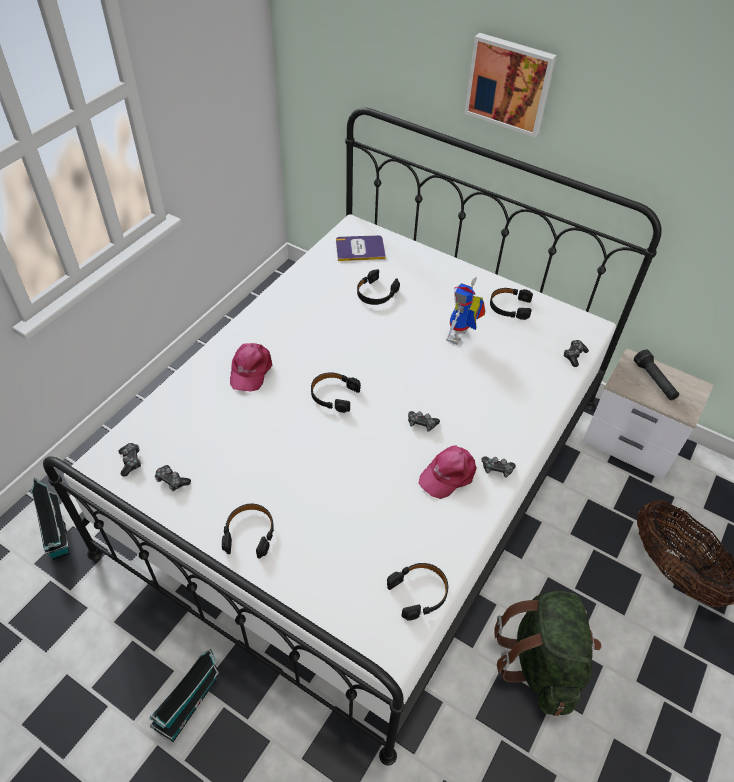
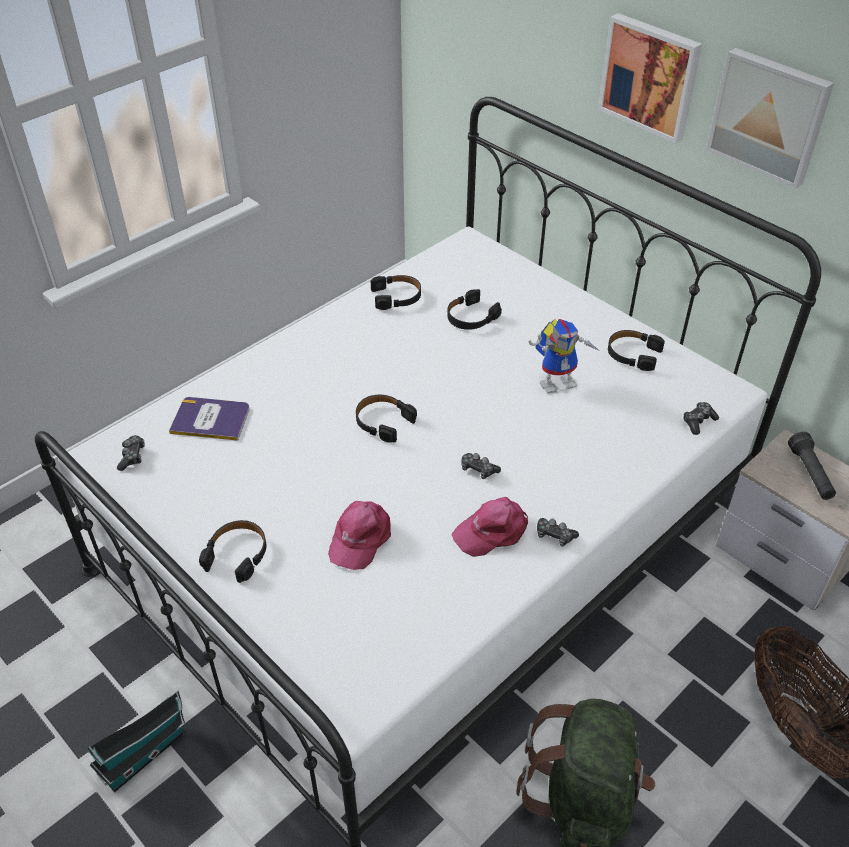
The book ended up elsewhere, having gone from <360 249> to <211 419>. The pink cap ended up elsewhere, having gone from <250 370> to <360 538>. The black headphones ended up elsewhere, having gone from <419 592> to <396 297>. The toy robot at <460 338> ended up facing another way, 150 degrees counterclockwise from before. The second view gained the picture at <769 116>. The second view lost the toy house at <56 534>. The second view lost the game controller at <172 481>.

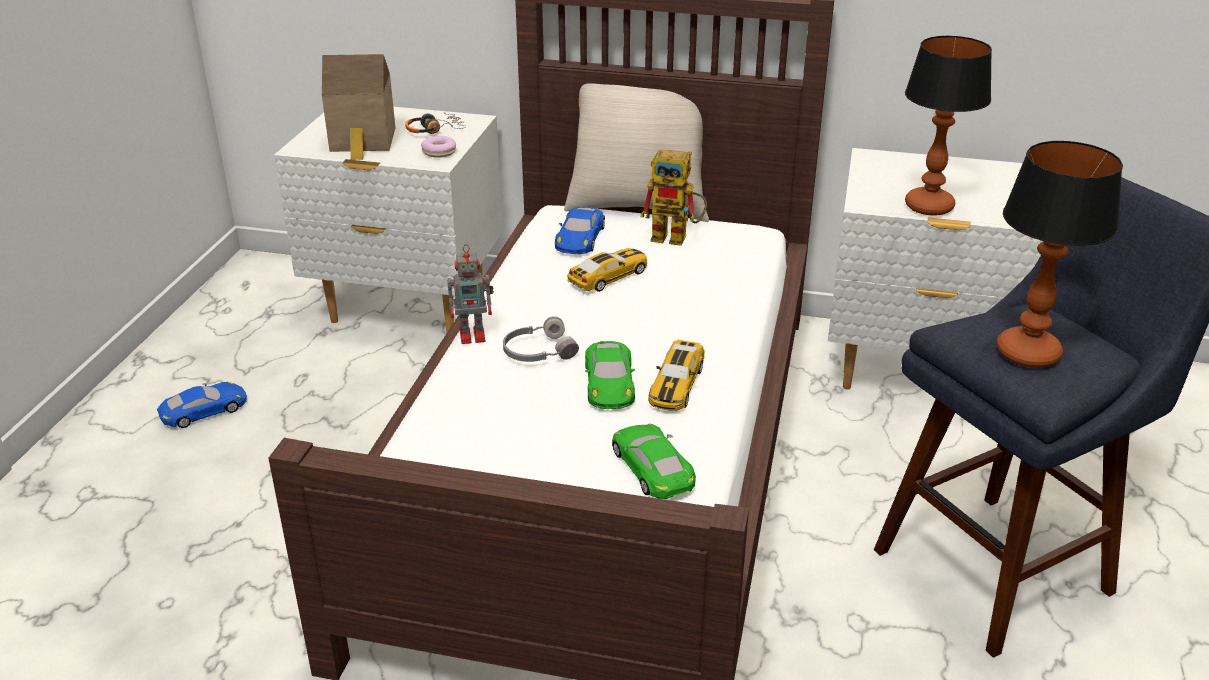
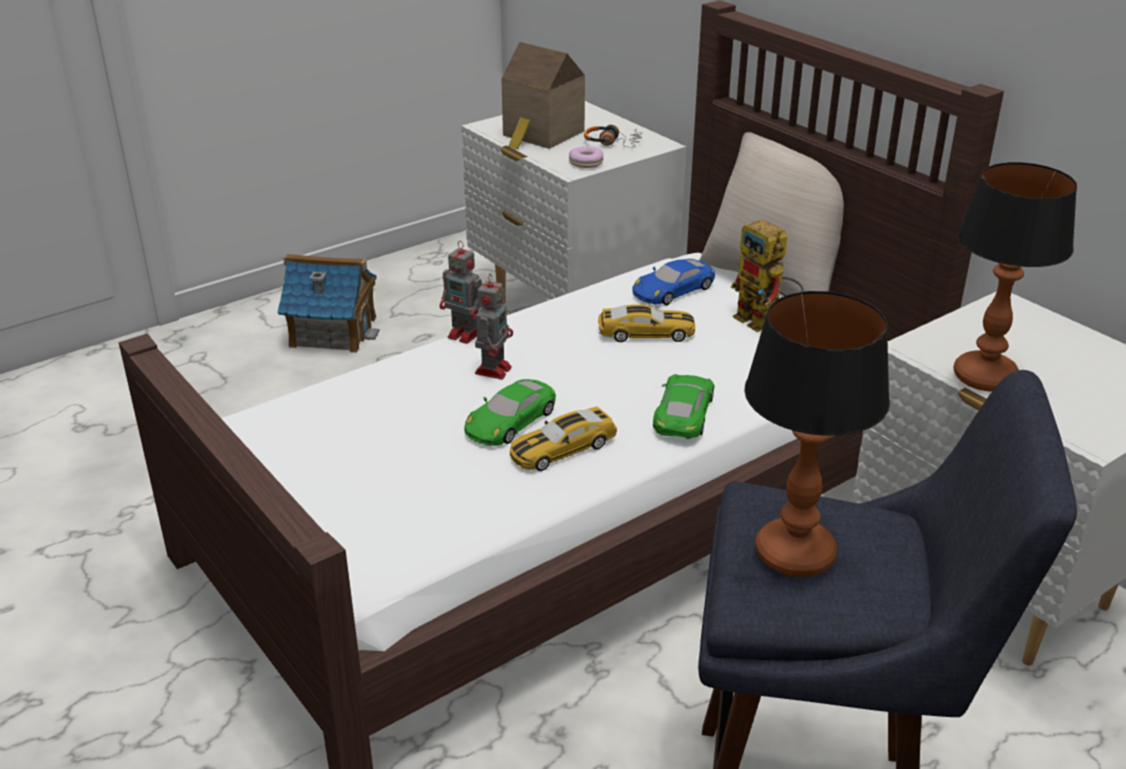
Where the blue toy car stood at <204 410>, the toy house came to stand at <332 331>. Where the grey headphones stood at <538 351>, the toy robot came to stand at <494 369>. The green toy car ended up elsewhere, having gone from <652 467> to <683 413>.

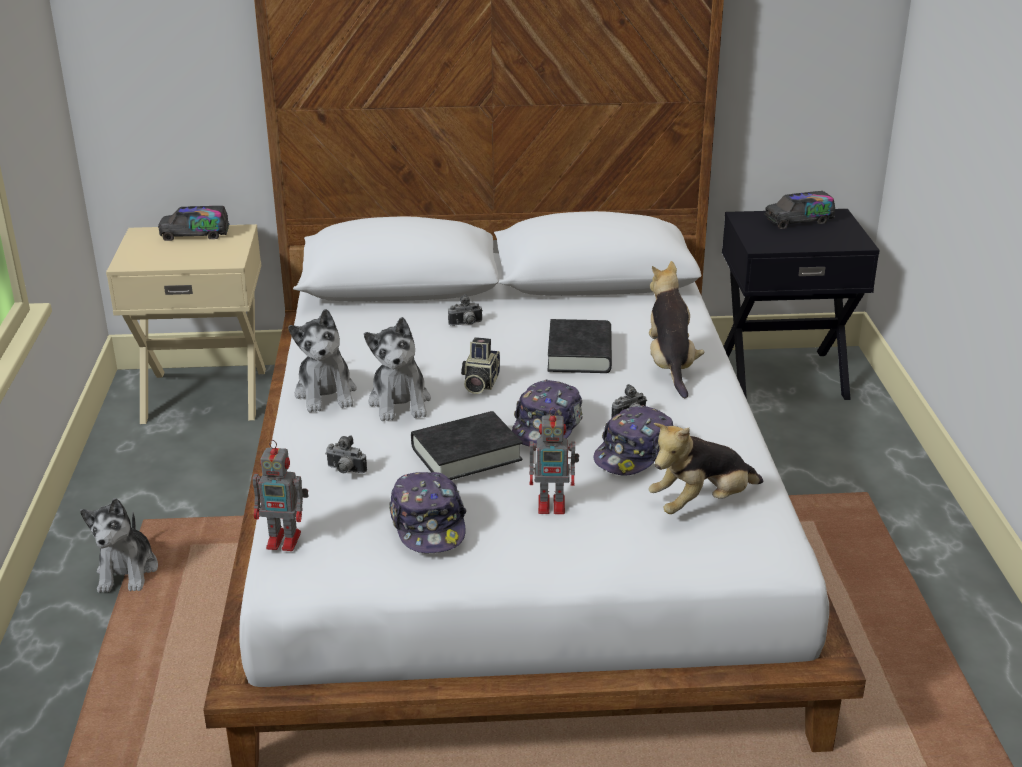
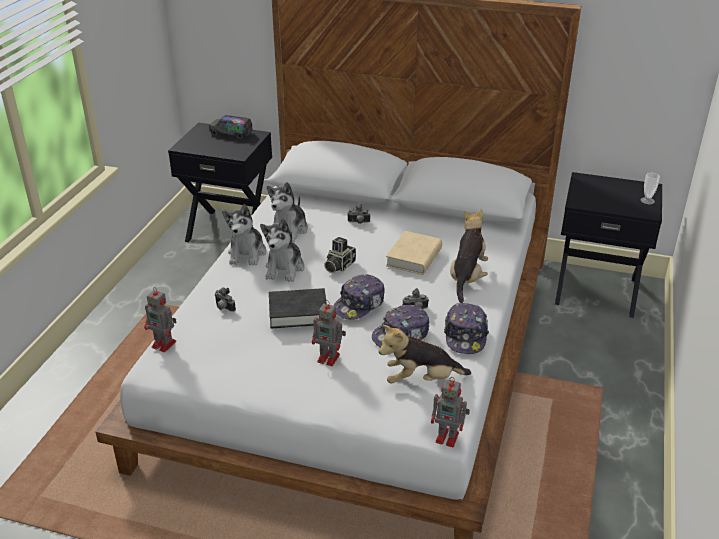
What was the beige nightstand at <205 394> turned into the black nightstand at <230 230>. The plush toy ended up elsewhere, having gone from <127 572> to <289 230>. What was the black book at <579 354> turned into the beige book at <414 257>. The second view gained the toy robot at <448 437>. The cap ended up elsewhere, having gone from <428 524> to <465 335>. The second view gained the cup at <647 201>. The second view lost the toy truck at <798 221>.

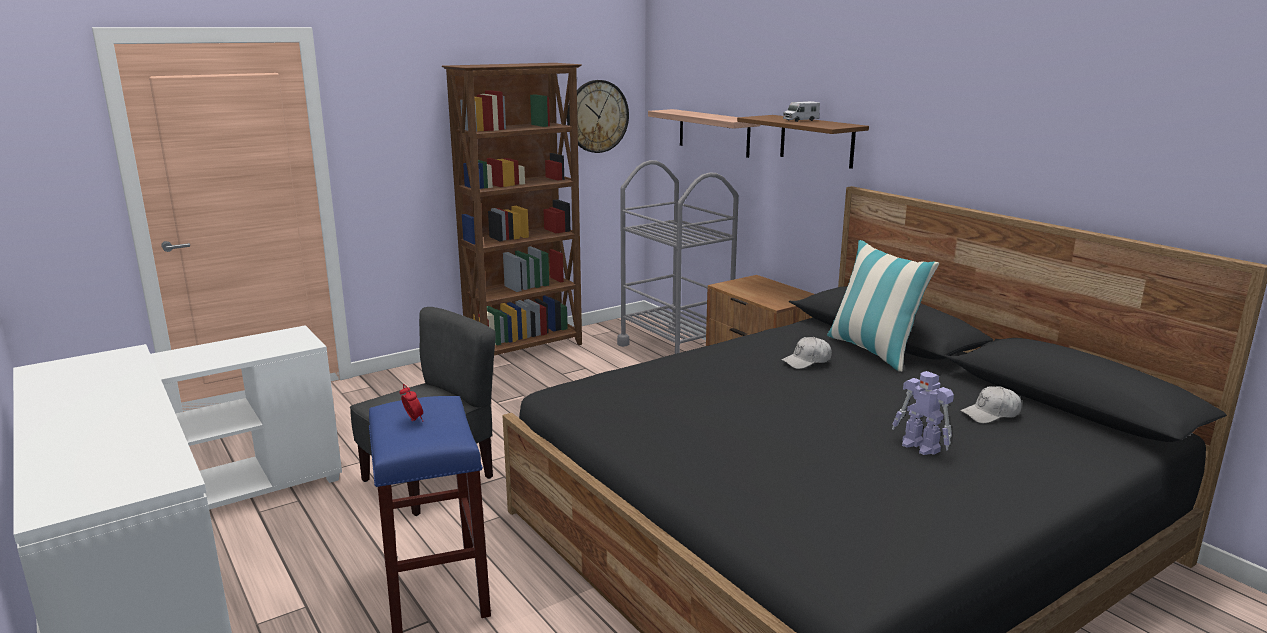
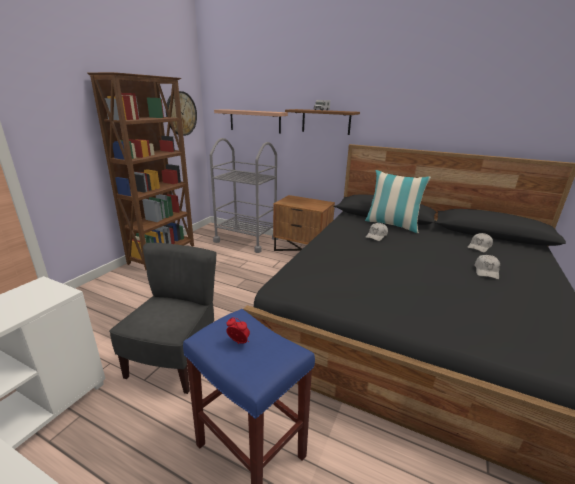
Where the toy robot stood at <921 447>, the white cap came to stand at <486 271>.

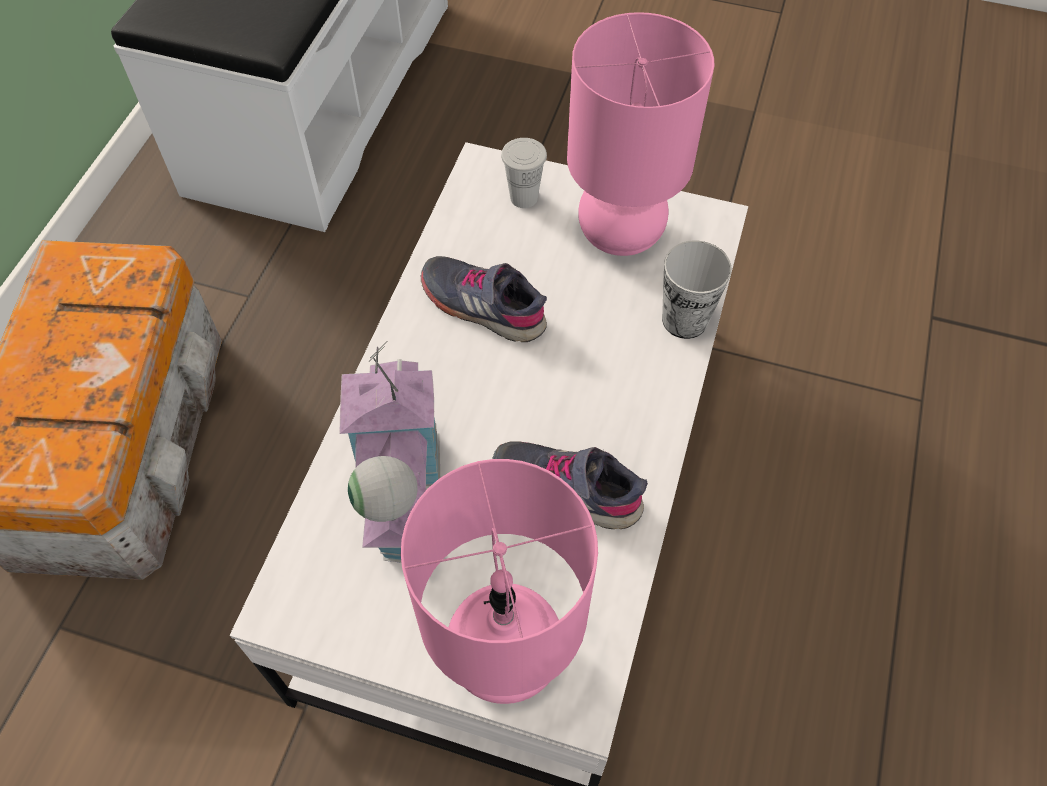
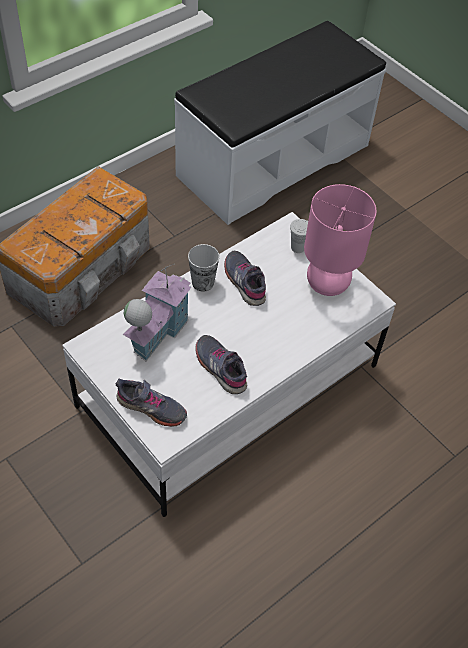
Where the pink table lamp stood at <503 654>, the grey shoe came to stand at <151 408>. The cup ended up elsewhere, having gone from <684 320> to <203 282>.

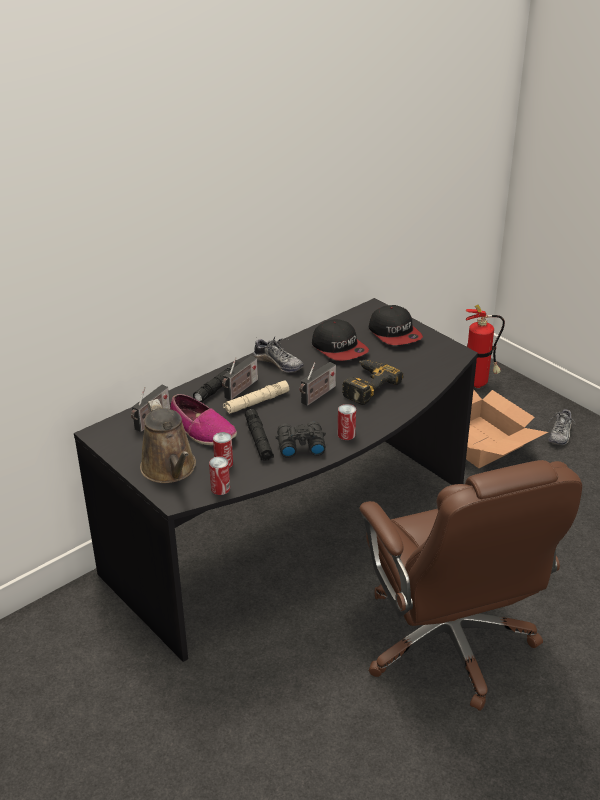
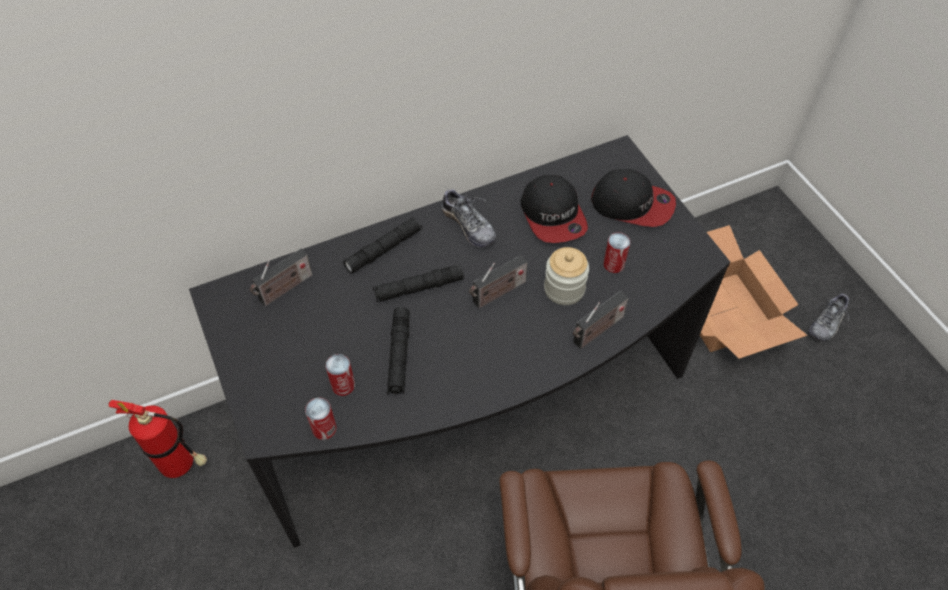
The fire extinguisher ended up elsewhere, having gone from <478 383> to <182 465>. What was the beige flashlight at <256 402> turned into the black flashlight at <419 288>. Where the power drill stood at <365 385>, the jar came to stand at <564 289>. The radio ended up elsewhere, having gone from <240 390> to <596 332>. The cap at <395 333> ended up facing another way, 60 degrees counterclockwise from before. The can ended up elsewhere, having gone from <346 434> to <613 264>. The second view lost the brown watering can at <170 469>. The second view lost the shoe at <202 430>. The second view lost the black binoculars at <299 445>.

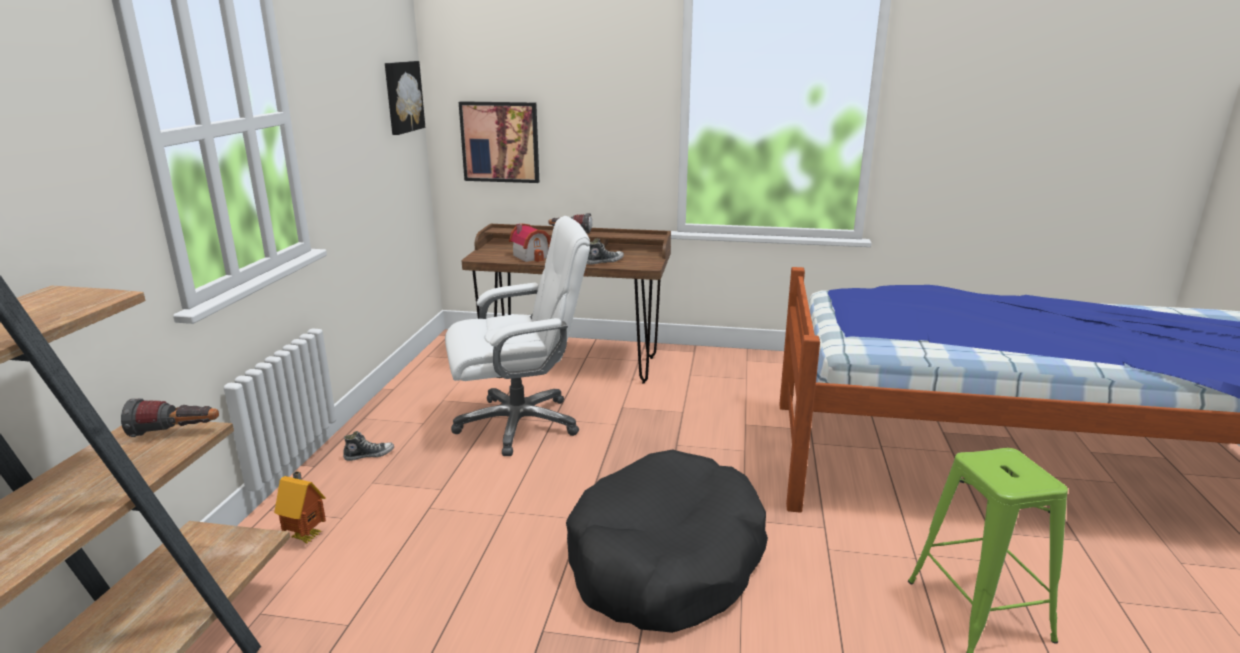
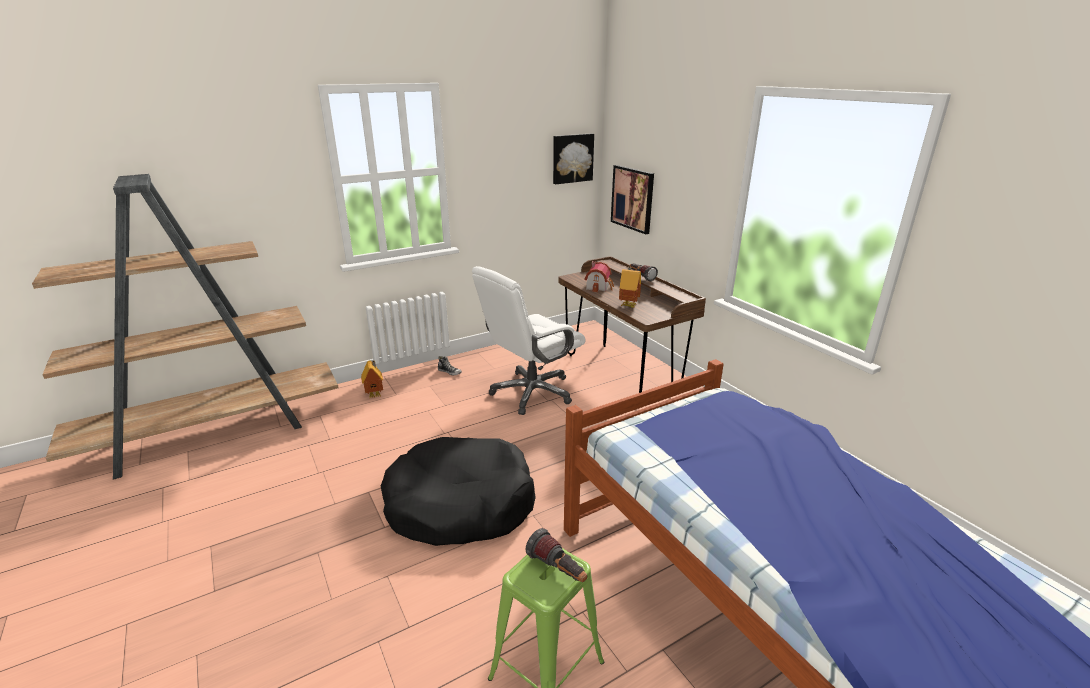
The white office chair at <519 423> ended up facing another way, 105 degrees clockwise from before. The flashlight ended up elsewhere, having gone from <177 433> to <558 570>. Where the shoe stood at <604 261>, the toy house came to stand at <628 305>.

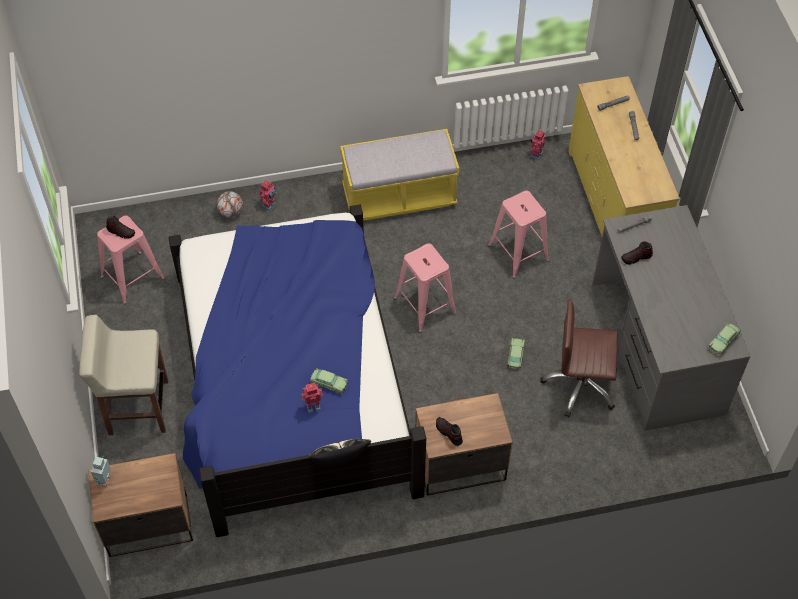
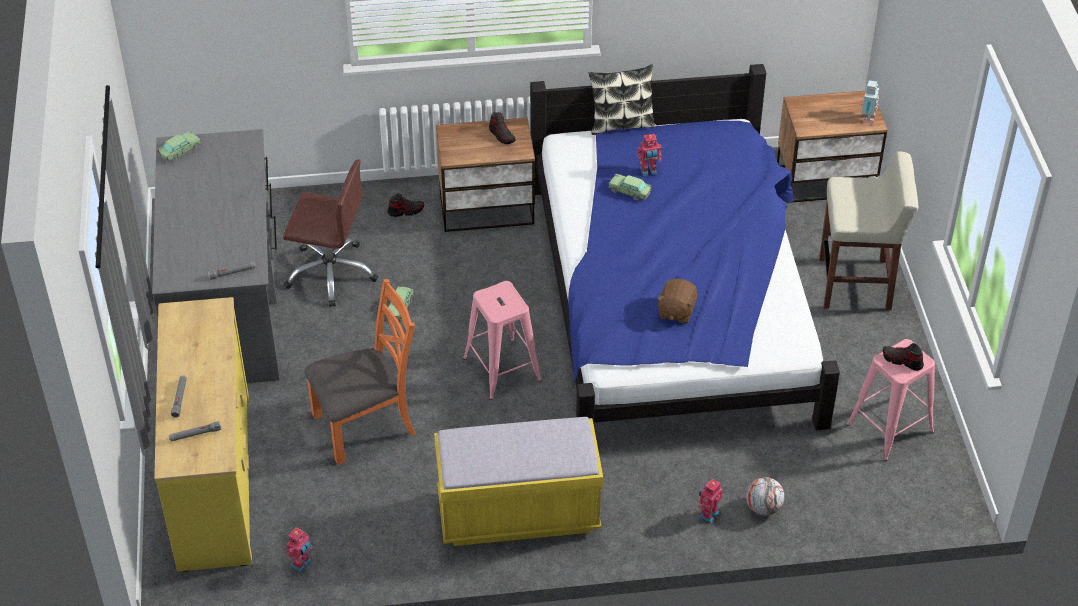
Where the pink stool stood at <518 253>, the orange chair came to stand at <365 424>. The shoe ended up elsewhere, having gone from <636 257> to <405 211>. The second view gained the brown plush toy at <676 311>.

